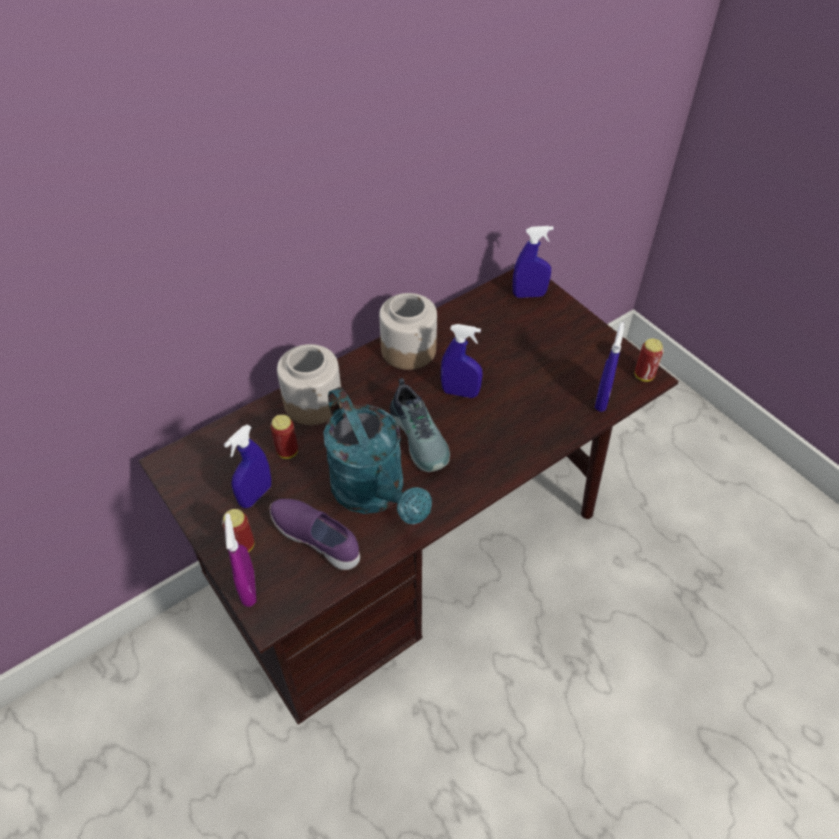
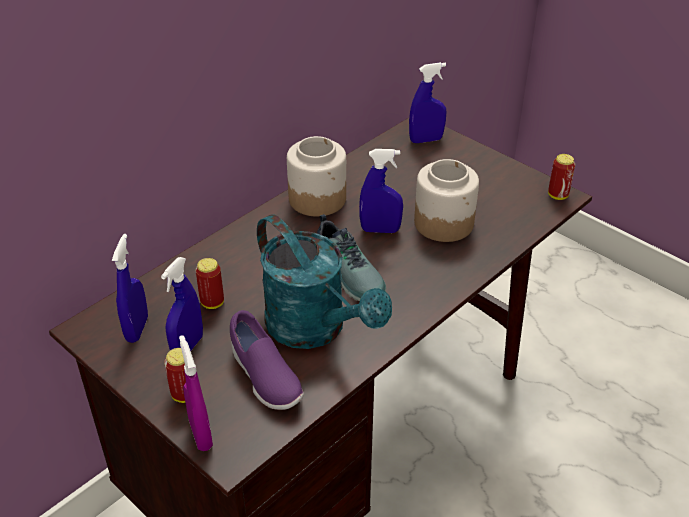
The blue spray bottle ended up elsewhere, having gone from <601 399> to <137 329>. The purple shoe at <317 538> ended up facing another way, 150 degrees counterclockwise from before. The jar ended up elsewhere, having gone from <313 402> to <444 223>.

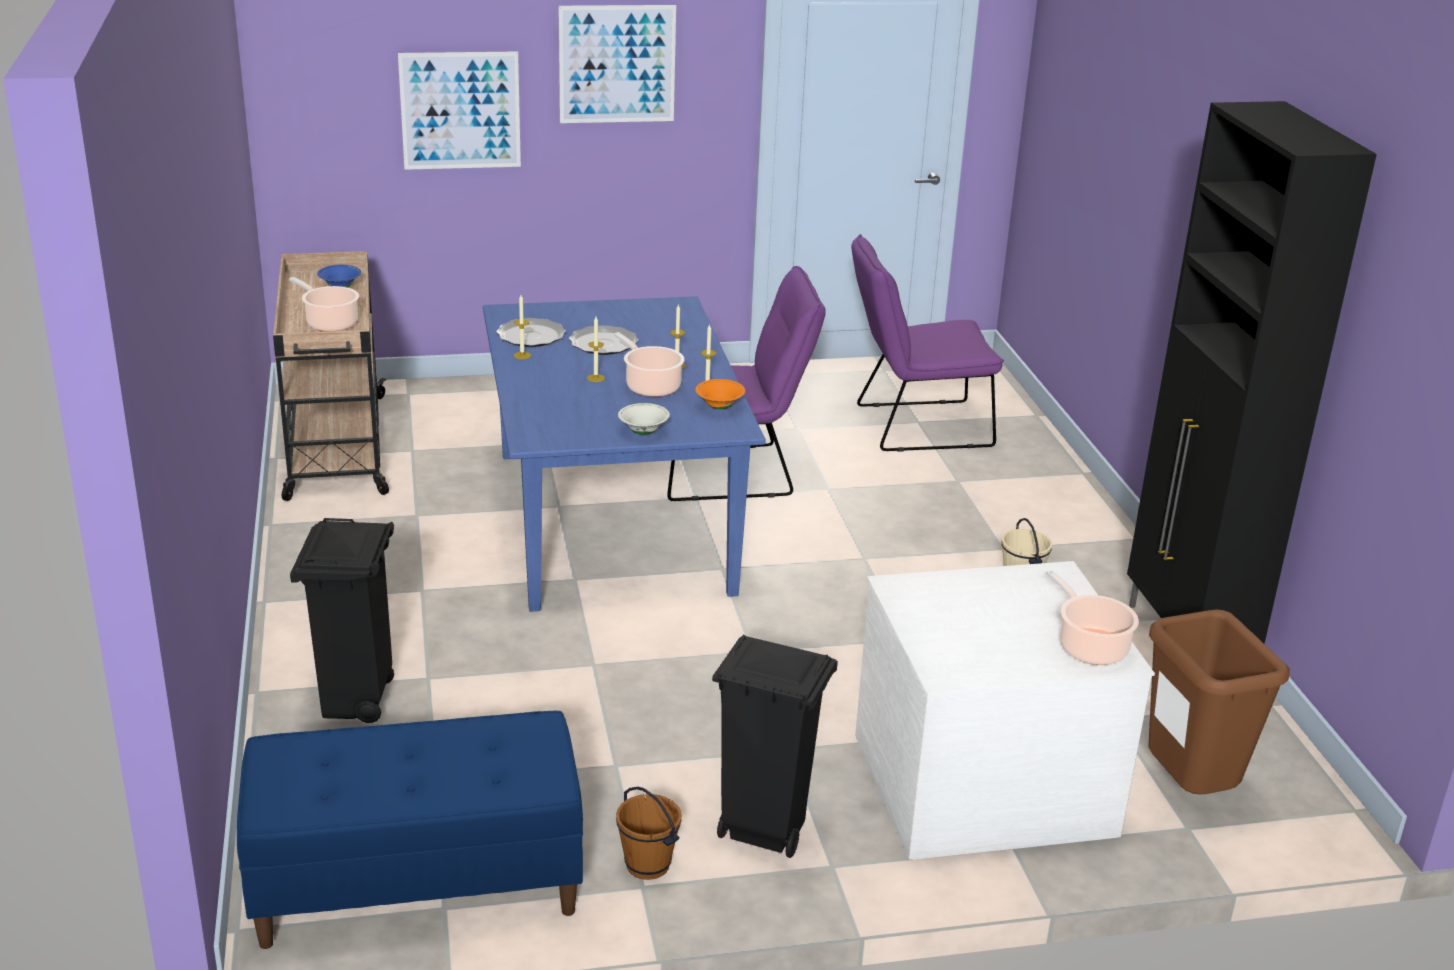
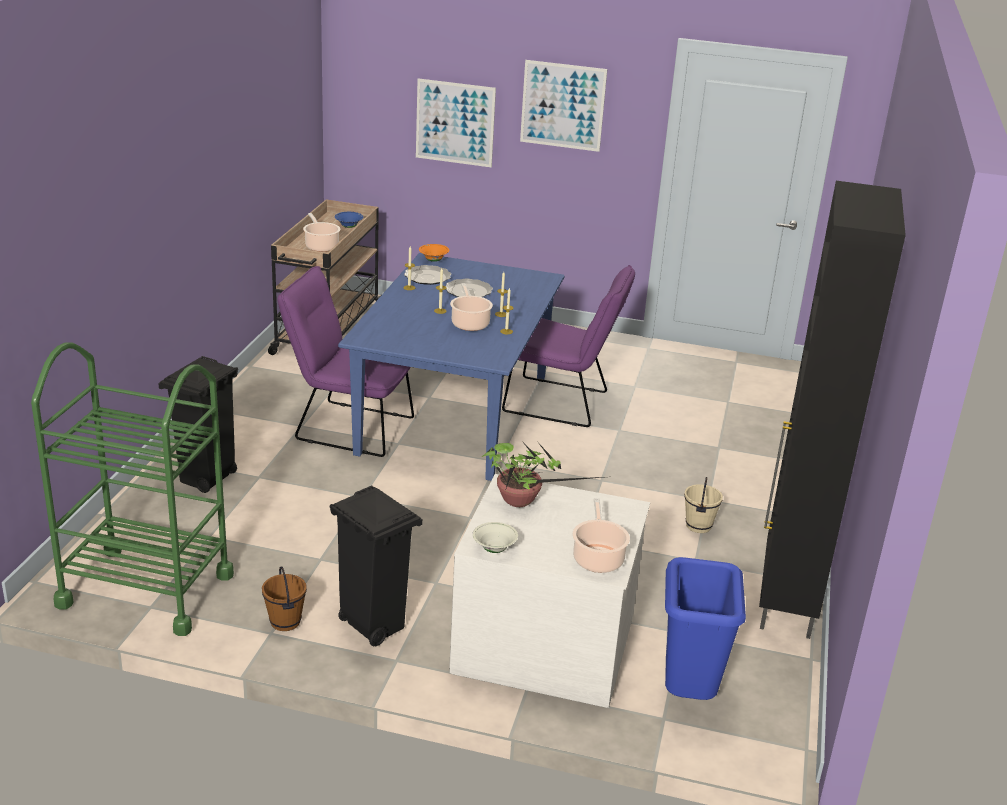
Where the blue bench stood at <416 887>, the green cart came to stand at <146 590>. The purple chair ended up elsewhere, having gone from <913 426> to <347 427>. The orange bowl ended up elsewhere, having gone from <719 407> to <433 260>. The white bowl ended up elsewhere, having gone from <643 432> to <494 549>. The second view gained the potted plant at <521 502>. What was the brown trash can at <1187 791> turned into the blue trash can at <687 695>.

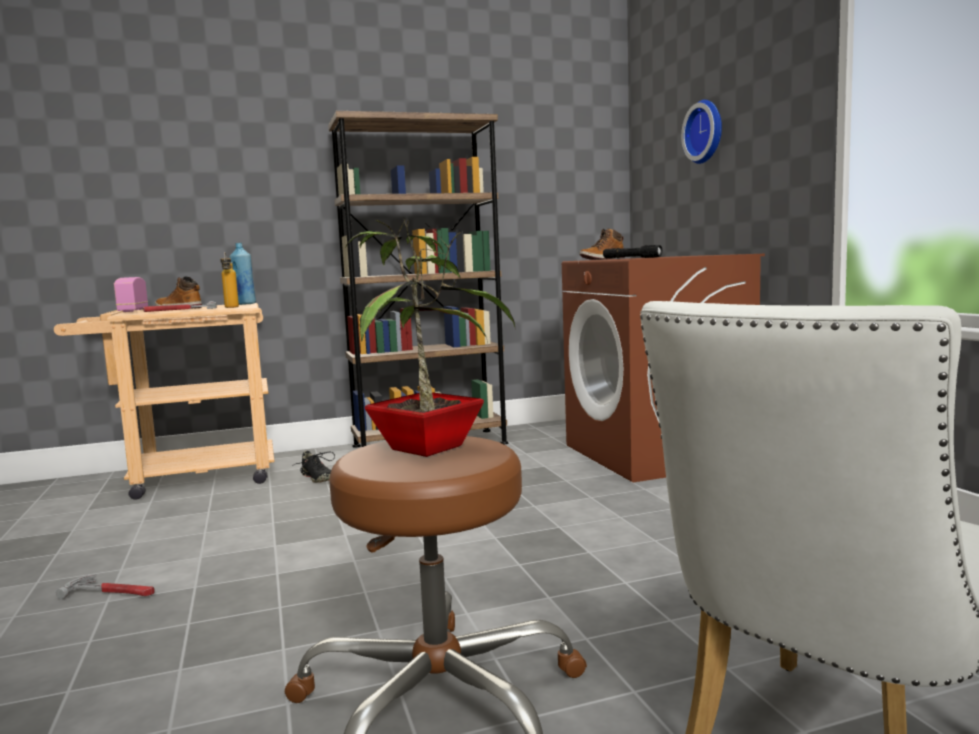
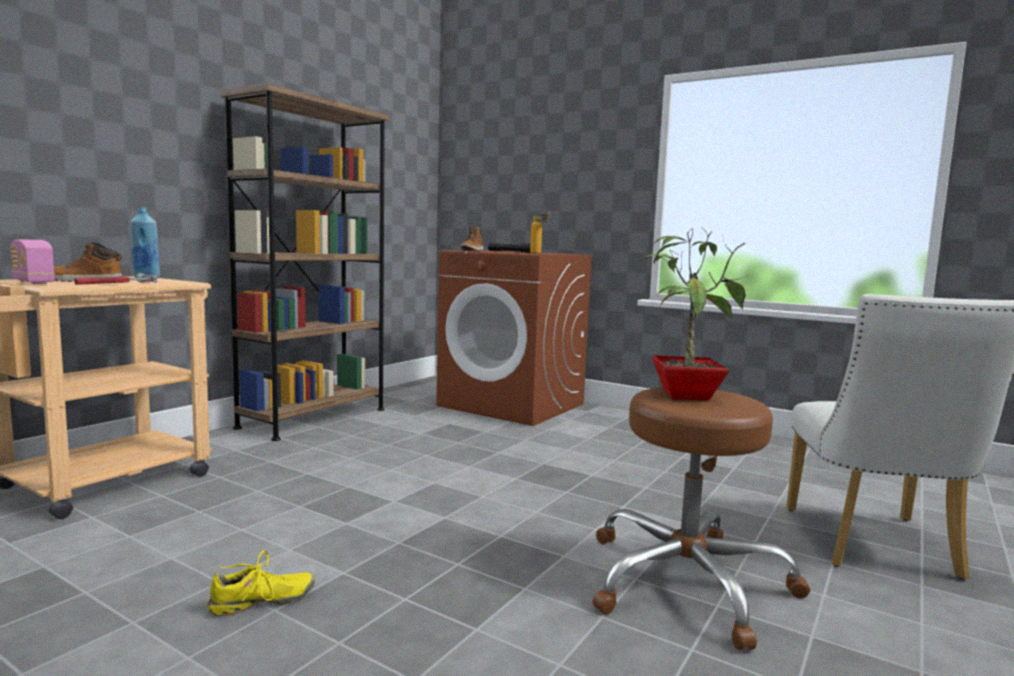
Where the hammer stood at <111 592>, the yellow shoe came to stand at <262 602>. The bottle ended up elsewhere, having gone from <231 307> to <539 253>. The second view lost the black shoe at <316 478>. The second view lost the wall clock at <706 132>.

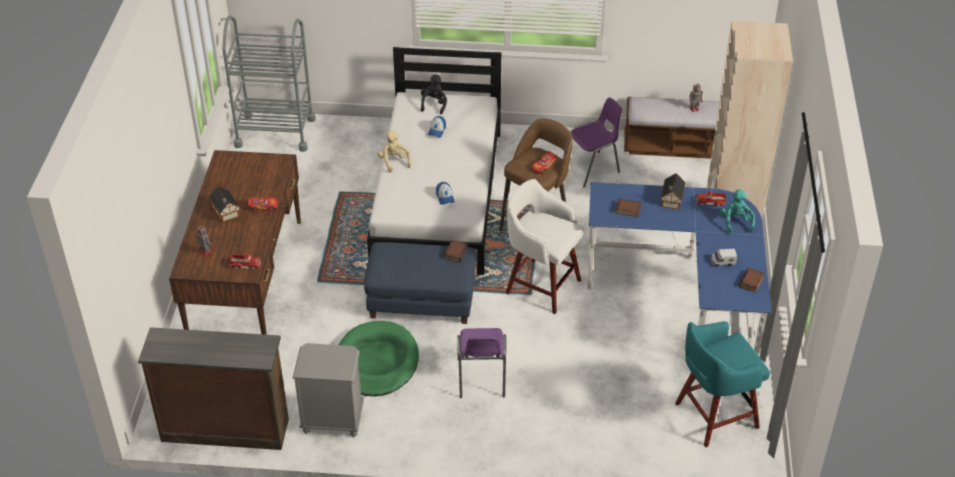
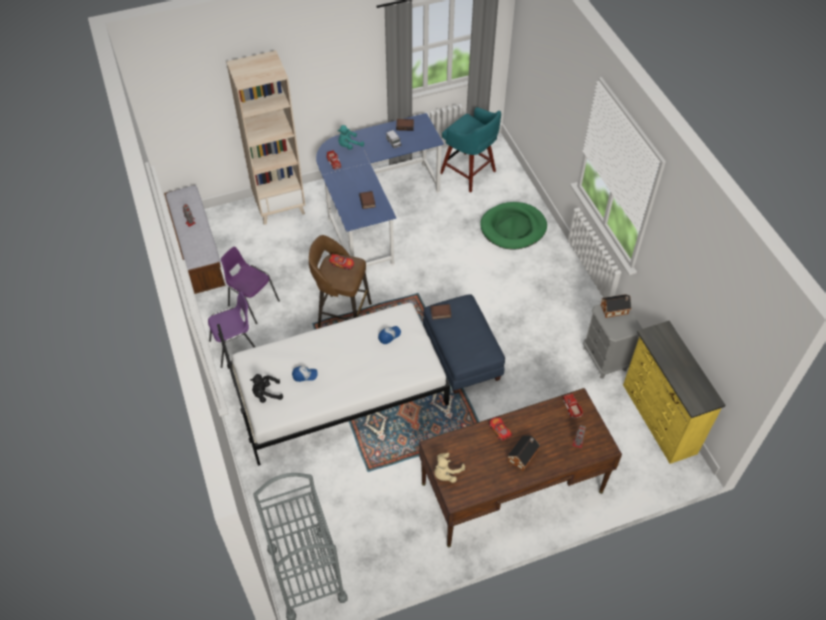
The purple chair ended up elsewhere, having gone from <481 379> to <235 346>. The beige plush toy ended up elsewhere, having gone from <394 161> to <446 473>. The green dog bed ended up elsewhere, having gone from <376 362> to <513 228>. The toy house ended up elsewhere, having gone from <671 200> to <615 309>. What was the brown dresser at <225 428> turned into the yellow dresser at <658 419>. The second view lost the white stool at <541 285>.

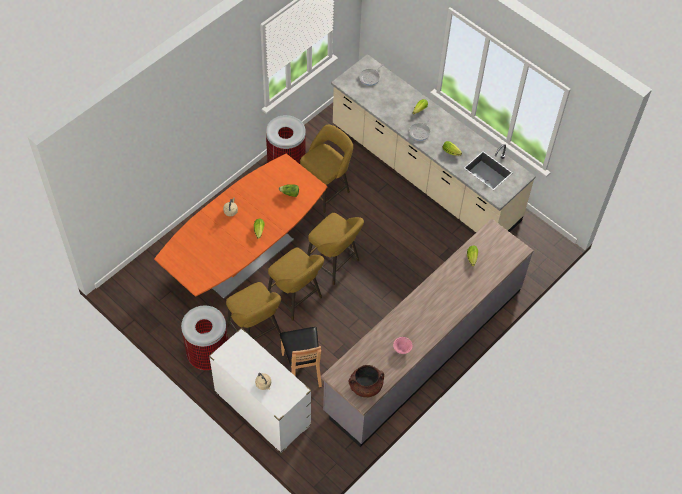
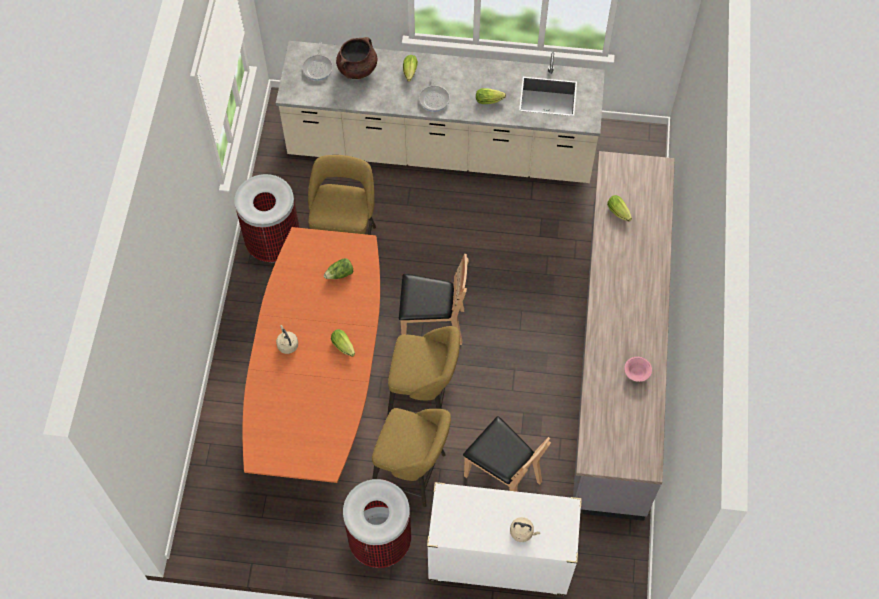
The brown cooking pot ended up elsewhere, having gone from <365 386> to <357 69>. Where the yellow stool stood at <334 264>, the brown chair came to stand at <432 325>.

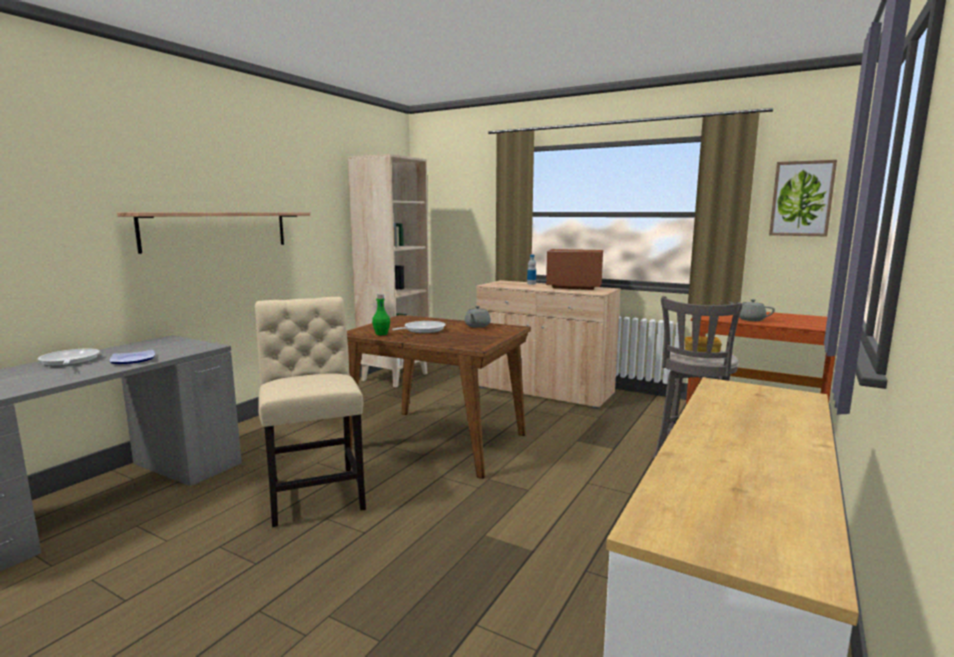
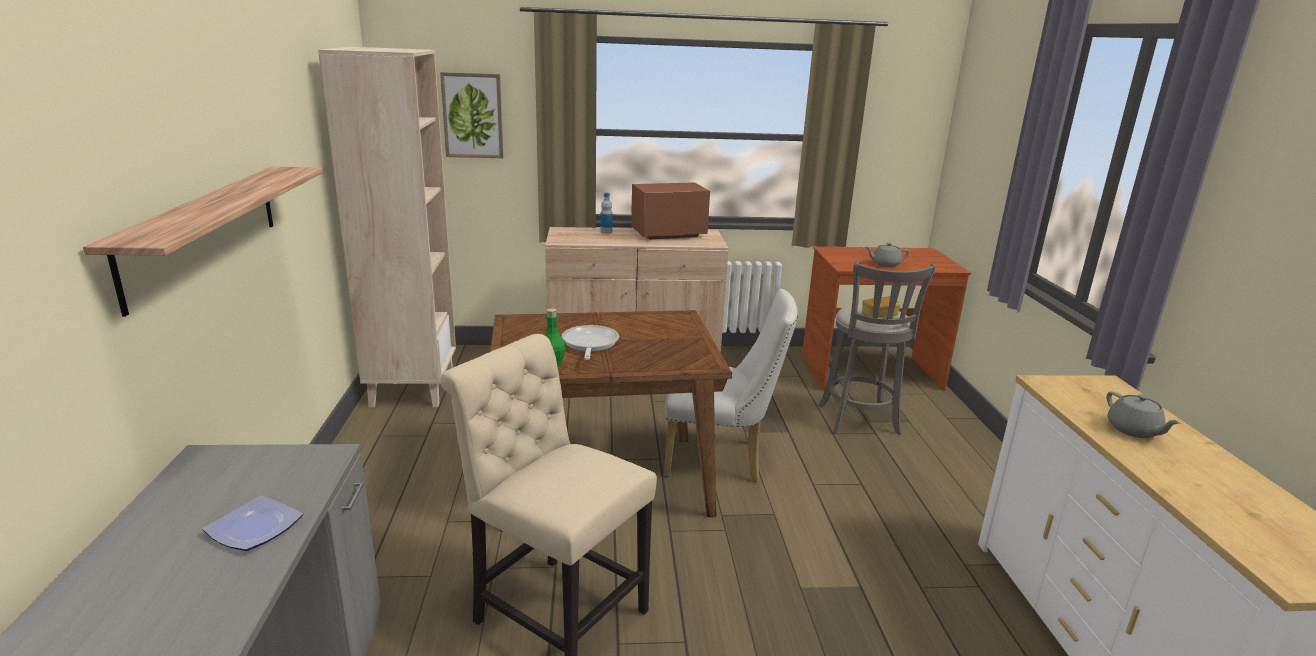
The picture ended up elsewhere, having gone from <801 199> to <473 115>. The second view gained the white chair at <721 458>. The grey teapot ended up elsewhere, having gone from <477 326> to <1133 430>. The second view lost the frying pan at <69 362>.

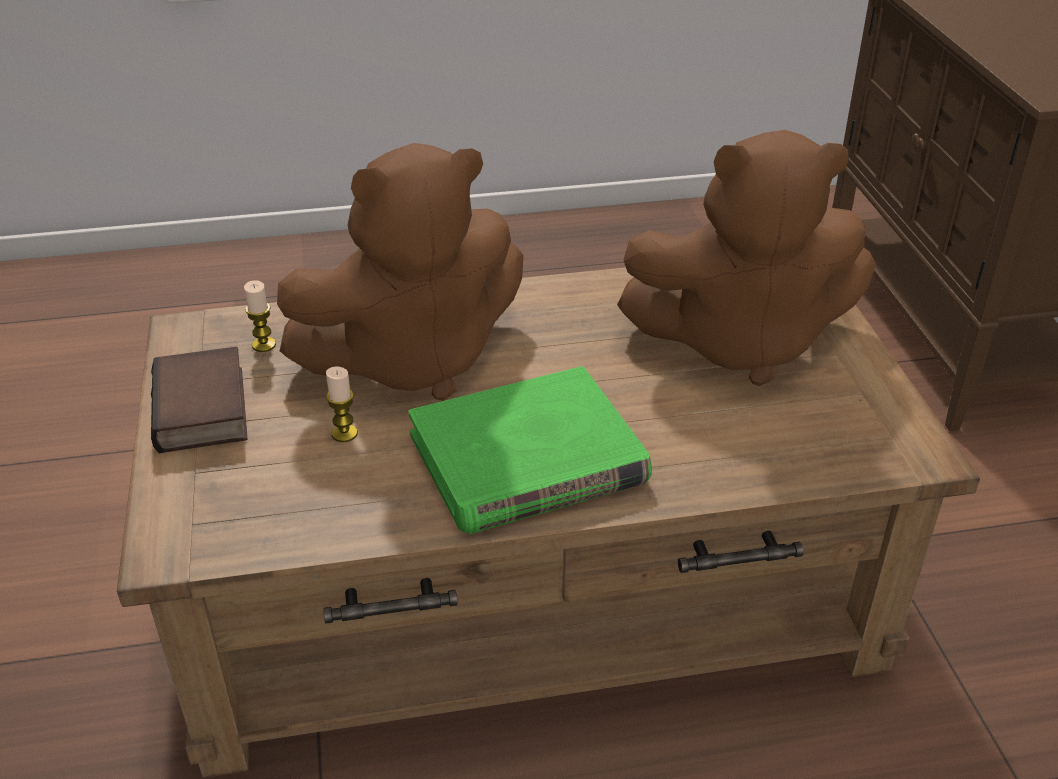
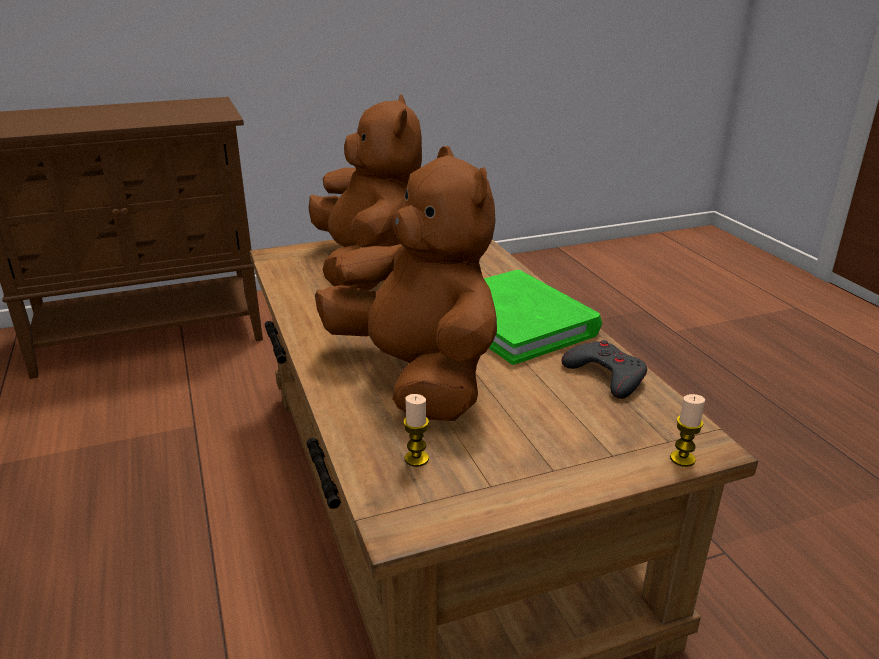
The second view gained the grey game controller at <606 375>. The candle ended up elsewhere, having gone from <344 433> to <682 459>. The second view lost the book at <205 410>.

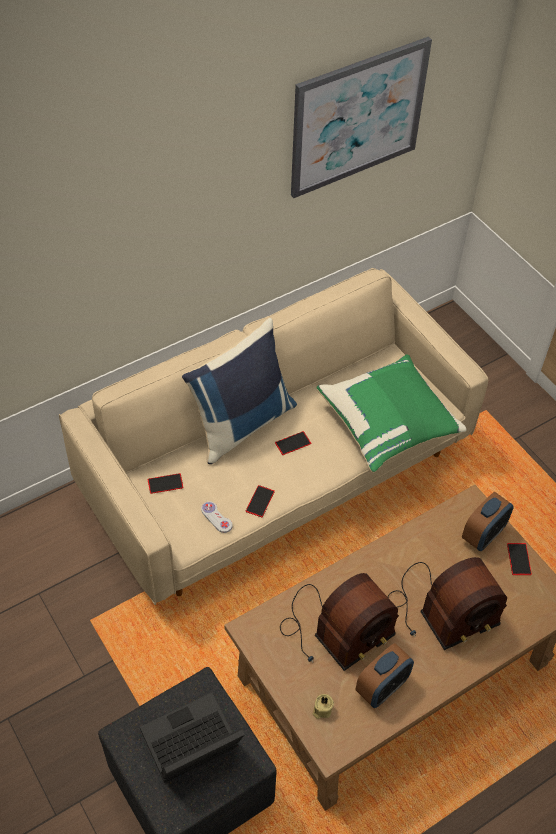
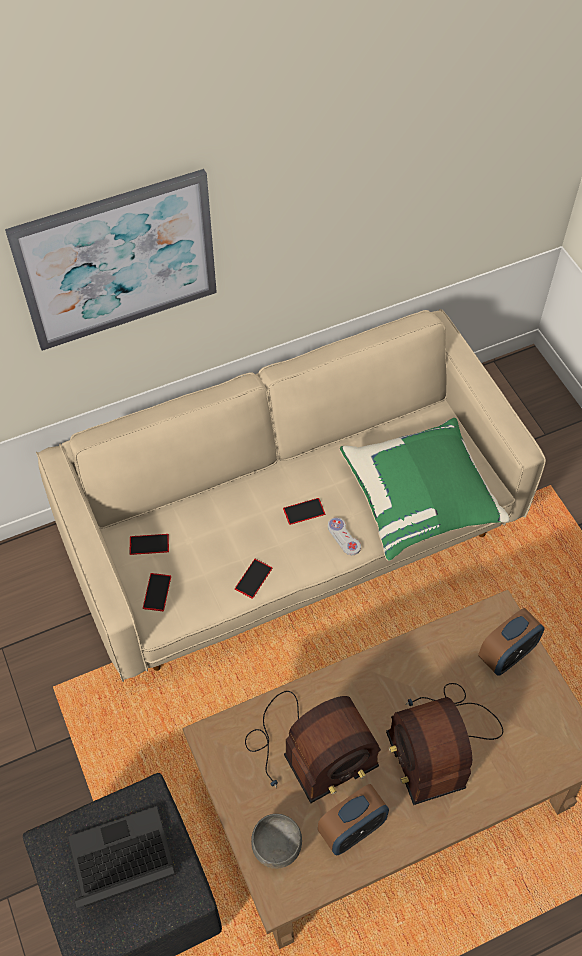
The picture ended up elsewhere, having gone from <357 117> to <118 261>. The phone ended up elsewhere, having gone from <519 559> to <157 592>. Where the beige candle stood at <321 709>, the grey bowl came to stand at <276 847>. The white game controller ended up elsewhere, having gone from <216 518> to <344 537>. The radio at <440 609> ended up facing another way, 90 degrees clockwise from before. The second view lost the blue pillow at <241 423>.

